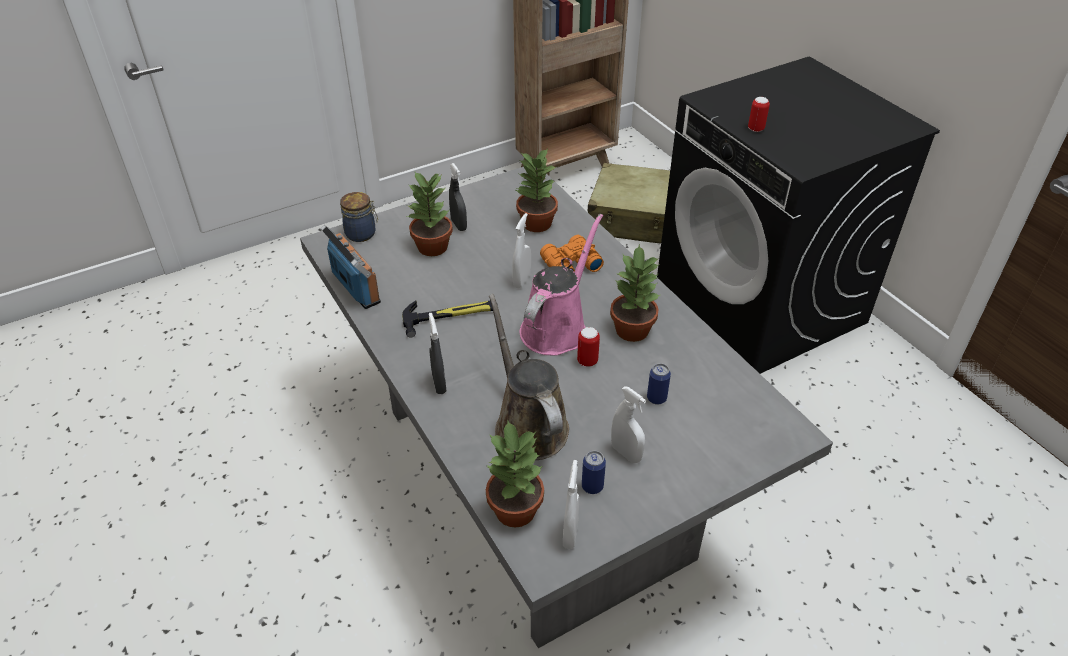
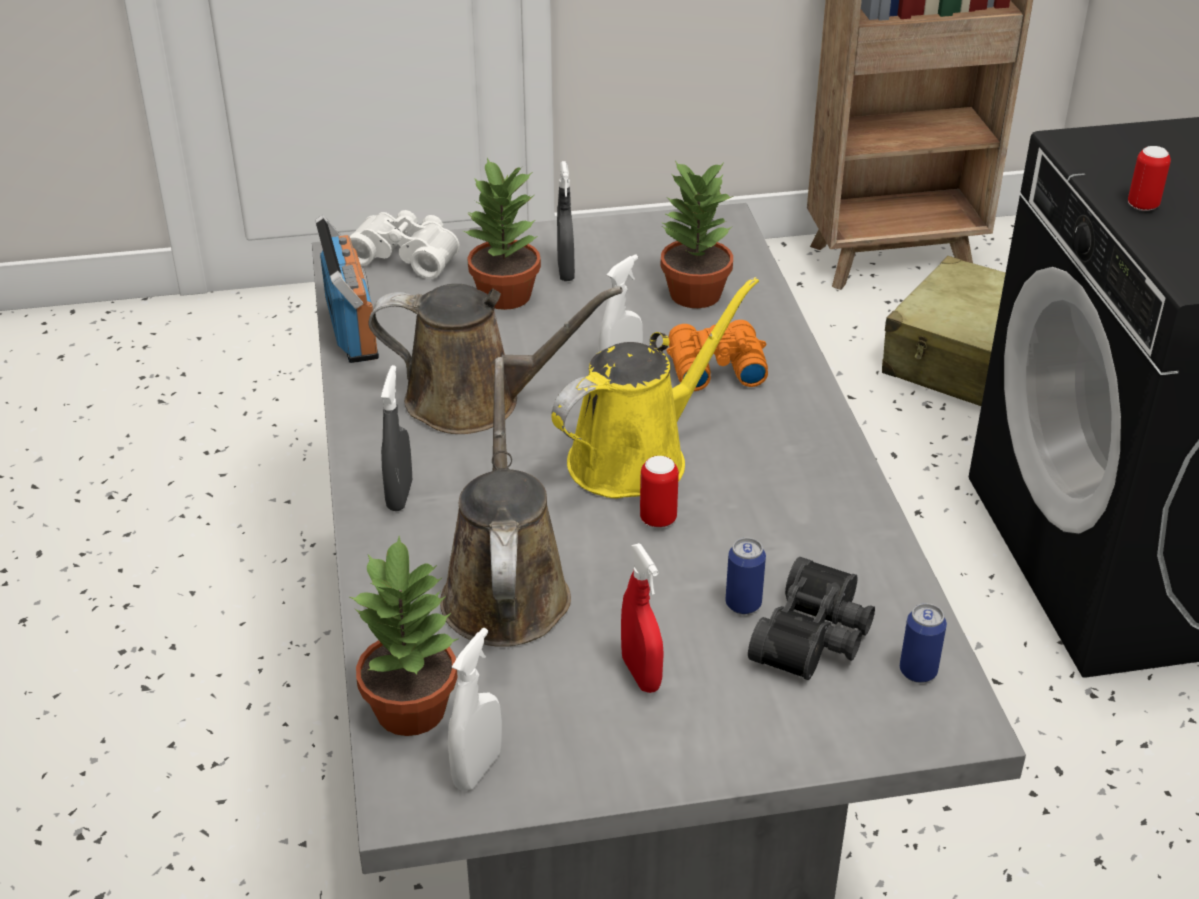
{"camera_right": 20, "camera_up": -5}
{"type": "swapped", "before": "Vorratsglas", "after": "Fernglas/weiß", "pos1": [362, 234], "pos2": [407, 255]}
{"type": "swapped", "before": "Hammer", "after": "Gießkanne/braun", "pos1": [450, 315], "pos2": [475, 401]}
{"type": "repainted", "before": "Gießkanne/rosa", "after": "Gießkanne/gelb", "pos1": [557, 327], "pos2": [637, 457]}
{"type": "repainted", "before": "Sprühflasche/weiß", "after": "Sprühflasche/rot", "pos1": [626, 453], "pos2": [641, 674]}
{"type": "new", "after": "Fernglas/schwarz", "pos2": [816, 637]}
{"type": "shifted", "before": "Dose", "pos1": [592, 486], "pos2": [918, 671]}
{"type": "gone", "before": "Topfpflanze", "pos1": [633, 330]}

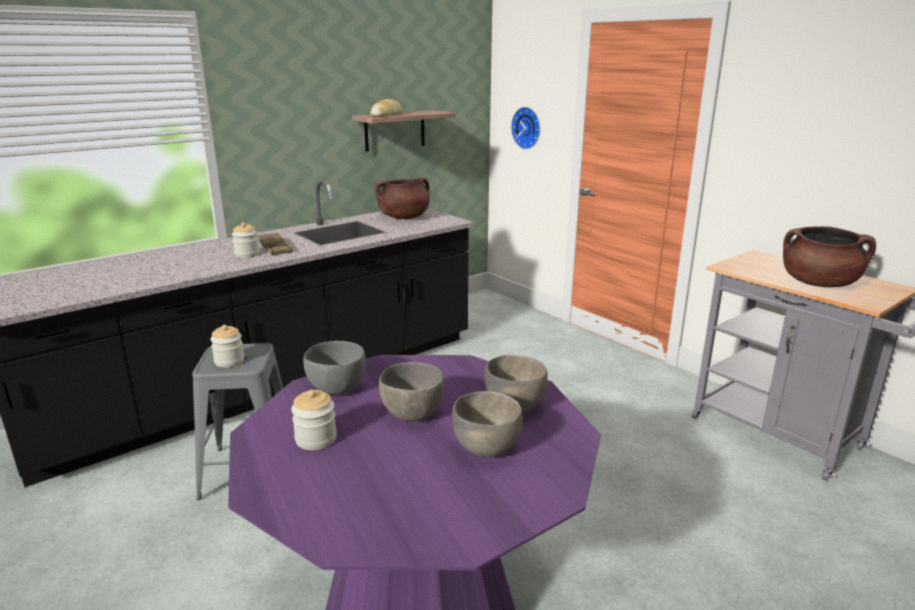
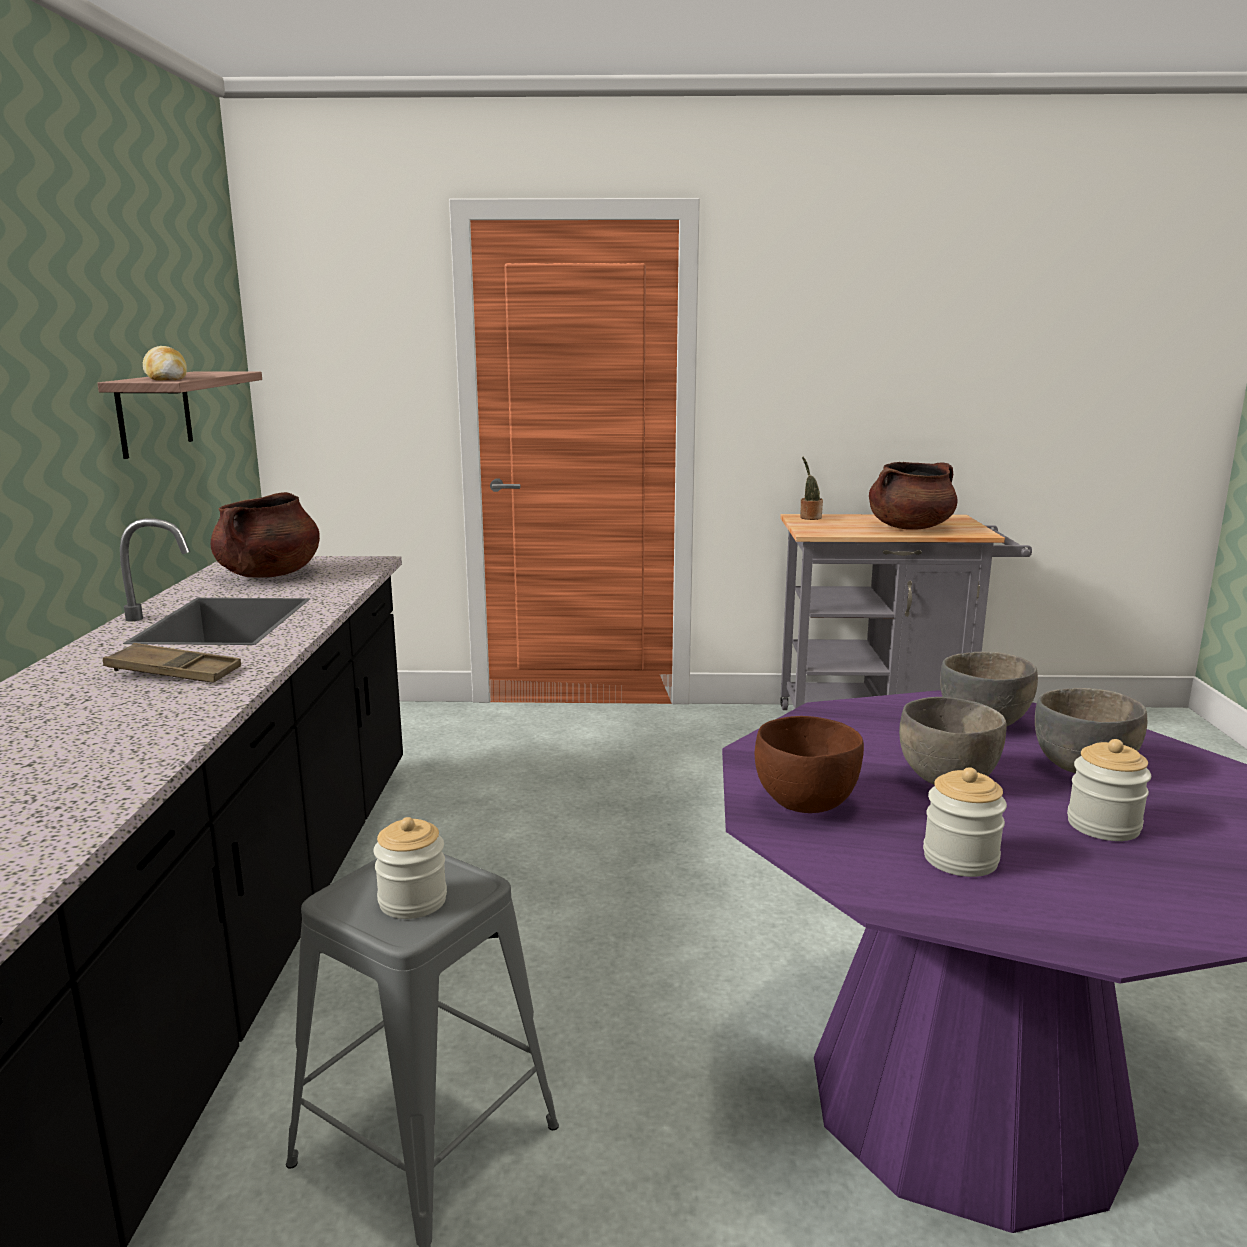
{"camera_right": -50, "camera_up": -5}
{"type": "repainted", "before": "Schüssel/grau", "after": "Schüssel/braun", "pos1": [336, 389], "pos2": [805, 804]}
{"type": "new", "after": "Topfpflanze", "pos2": [809, 517]}
{"type": "shifted", "before": "Vorratsglas", "pos1": [247, 254], "pos2": [1103, 825]}
{"type": "gone", "before": "Wanduhr", "pos1": [527, 128]}

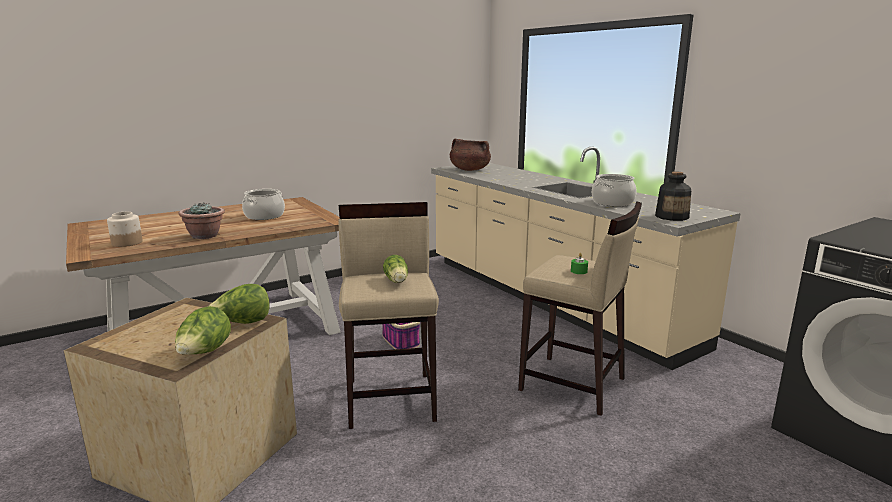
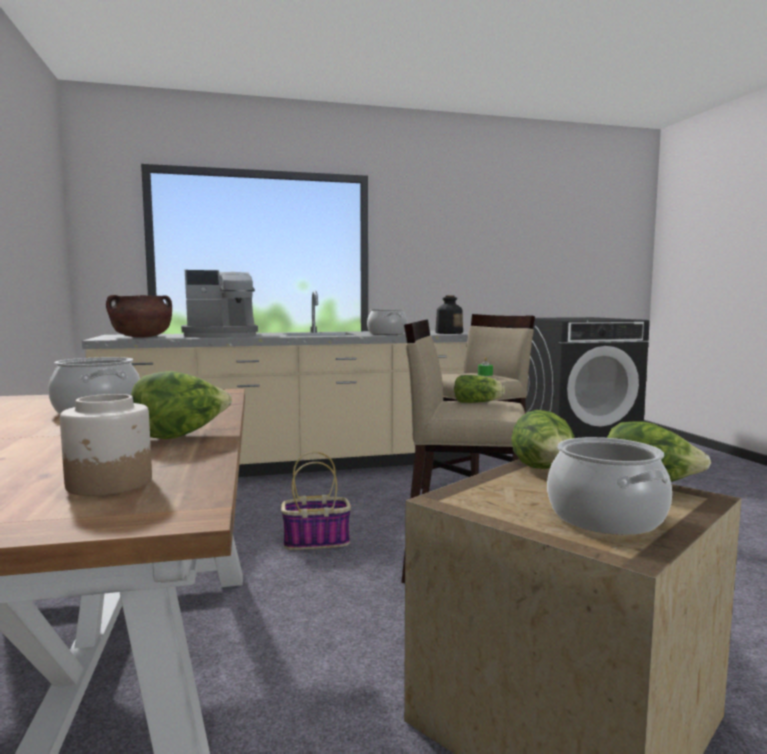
{"camera_right": -70, "camera_up": -10}
{"type": "swapped", "before": "Topfpflanze", "after": "Salatkopf", "pos1": [205, 236], "pos2": [180, 436]}
{"type": "new", "after": "Kaffeemaschine", "pos2": [221, 335]}
{"type": "new", "after": "Kochtopf", "pos2": [606, 517]}

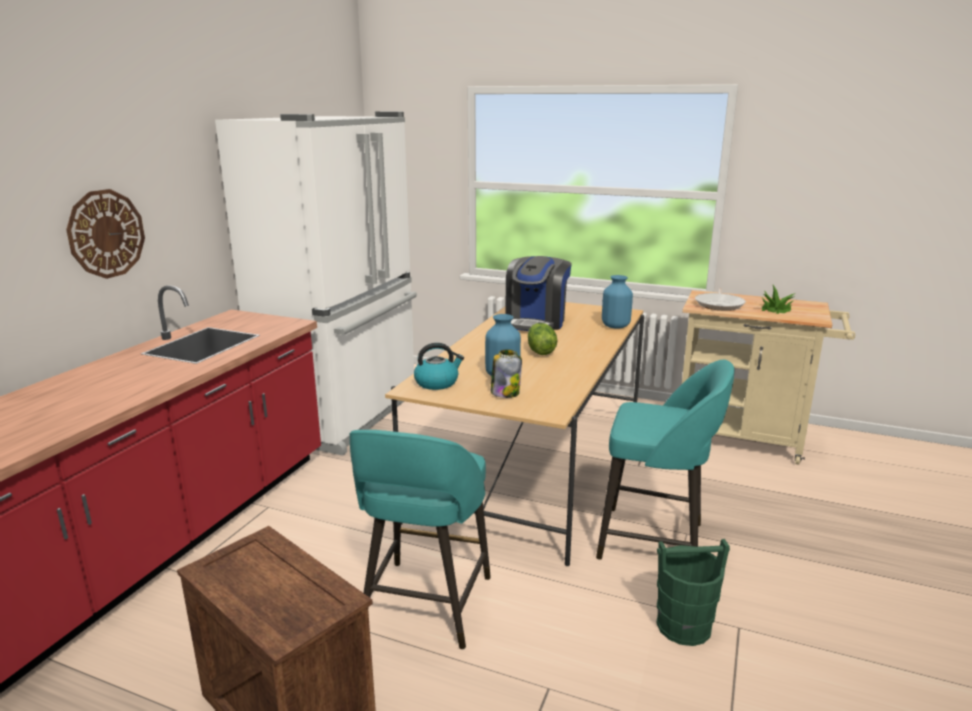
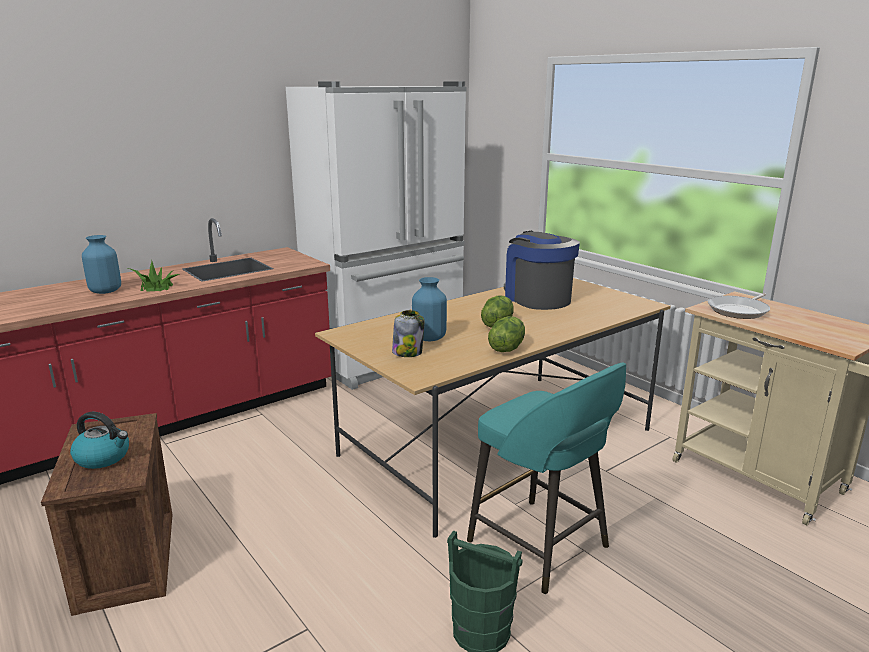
{"camera_right": 30, "camera_up": 0}
{"type": "shifted", "before": "Wasserkessel", "pos1": [437, 383], "pos2": [103, 457]}
{"type": "shifted", "before": "Vase/blau", "pos1": [616, 326], "pos2": [106, 291]}
{"type": "shifted", "before": "Topfpflanze", "pos1": [775, 309], "pos2": [156, 287]}
{"type": "new", "after": "Salatkopf", "pos2": [506, 348]}
{"type": "rotated", "before": "Kaffeemaschine", "pos1": [536, 322], "pos2": [537, 298], "turn": 105}
{"type": "gone", "before": "Wanduhr", "pos1": [106, 234]}
{"type": "gone", "before": "Hocker/türkis", "pos1": [425, 606]}

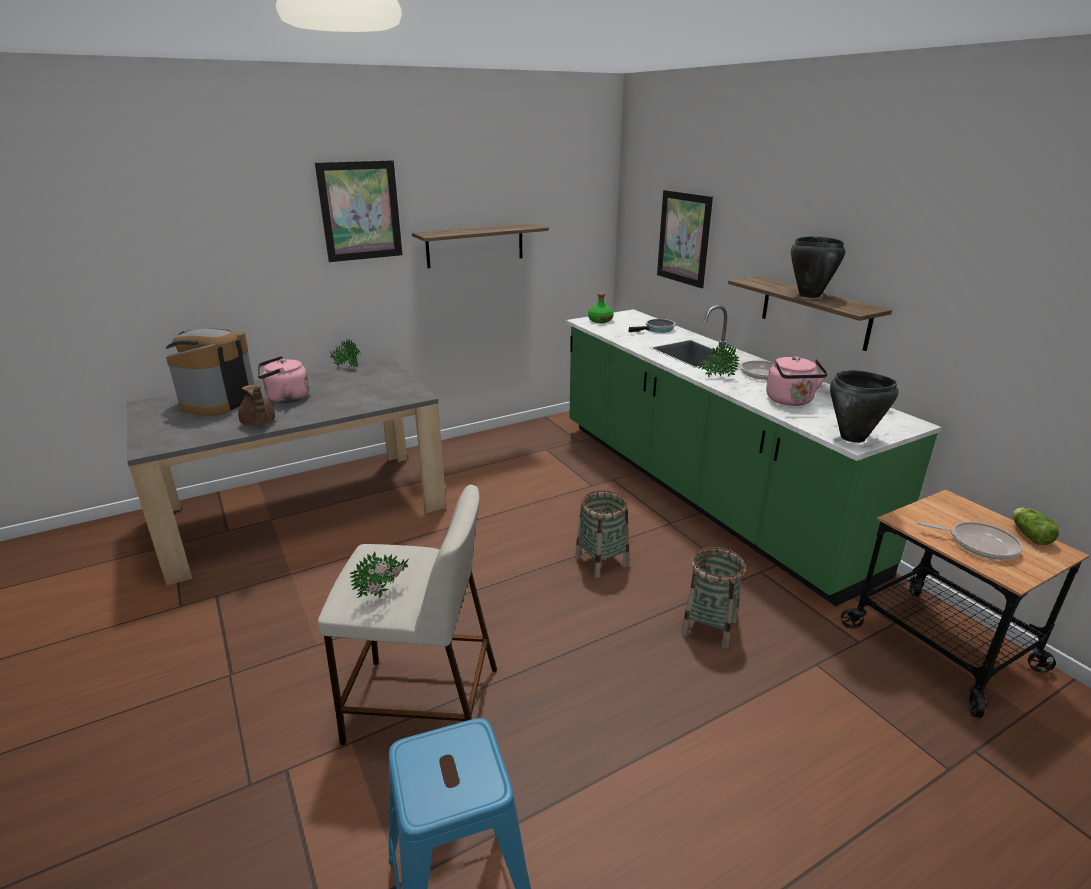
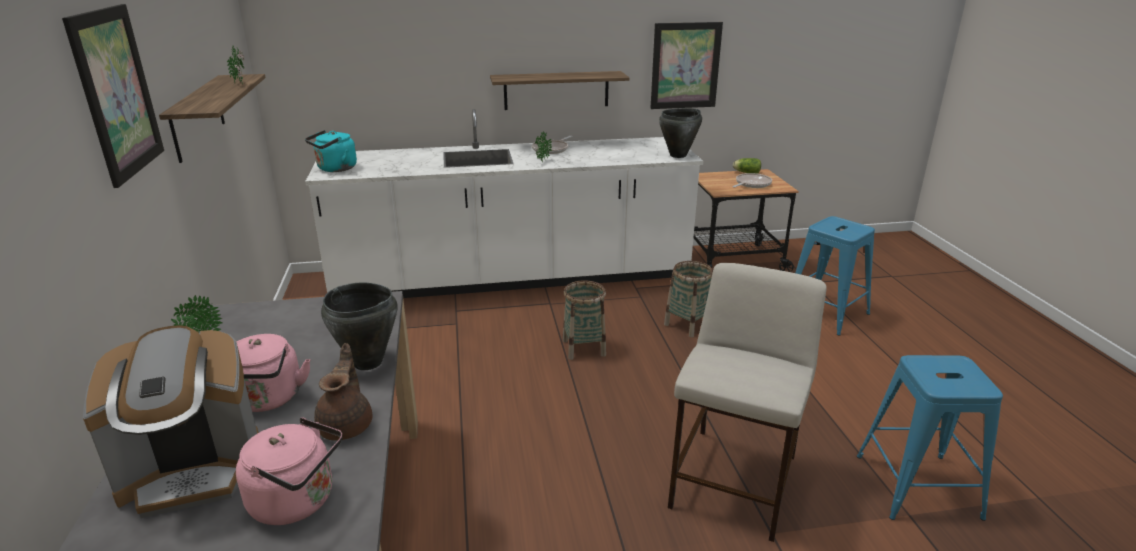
{"camera_right": -70, "camera_up": 0}
{"type": "rotated", "before": "Kaffeemaschine", "pos1": [218, 402], "pos2": [194, 472], "turn": -60}
{"type": "shifted", "before": "Topfpflanze", "pos1": [384, 593], "pos2": [239, 83]}
{"type": "shifted", "before": "Wasserkessel/rosa", "pos1": [791, 401], "pos2": [298, 501]}
{"type": "repainted", "before": "Küchenzeile/grün", "after": "Küchenzeile/weiß", "pos1": [699, 491], "pos2": [513, 278]}
{"type": "swapped", "before": "Flasche/grün", "after": "Wasserkessel/türkis", "pos1": [600, 320], "pos2": [335, 169]}
{"type": "rotated", "before": "Teekanne/braun", "pos1": [258, 423], "pos2": [347, 425], "turn": -75}
{"type": "shifted", "before": "Kochtopf/schwarz", "pos1": [809, 295], "pos2": [367, 363]}
{"type": "shifted", "before": "Bild", "pos1": [684, 238], "pos2": [685, 66]}
{"type": "new", "after": "Hocker/blau", "pos2": [826, 313]}
{"type": "gone", "before": "Pfanne", "pos1": [657, 329]}

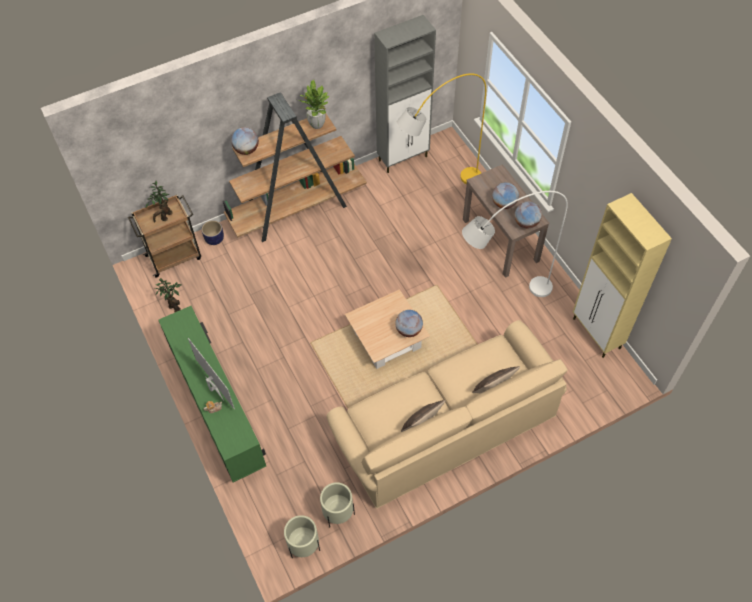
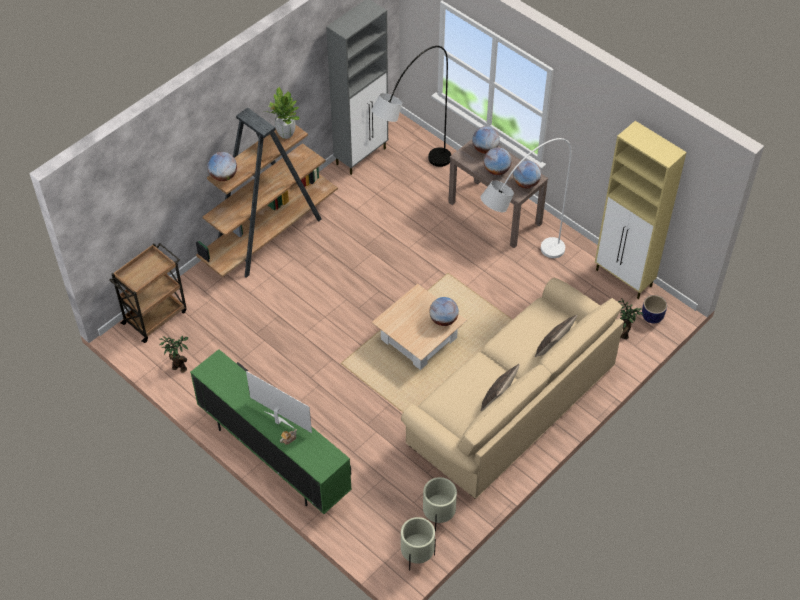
{"camera_right": -20, "camera_up": -5}
{"type": "repainted", "before": "Stehlampe/gelb", "after": "Stehlampe/grau", "pos1": [437, 193], "pos2": [411, 183]}
{"type": "new", "after": "Globus", "pos2": [485, 149]}
{"type": "shifted", "before": "Topfpflanze", "pos1": [164, 217], "pos2": [623, 335]}
{"type": "shifted", "before": "Pflanzkübel", "pos1": [214, 239], "pos2": [652, 317]}

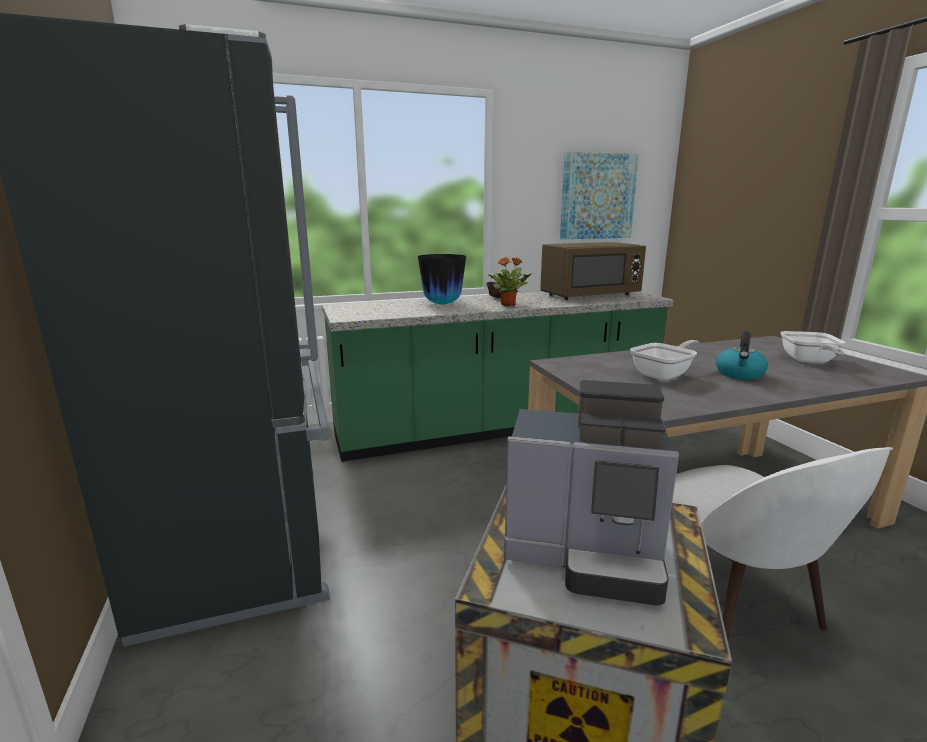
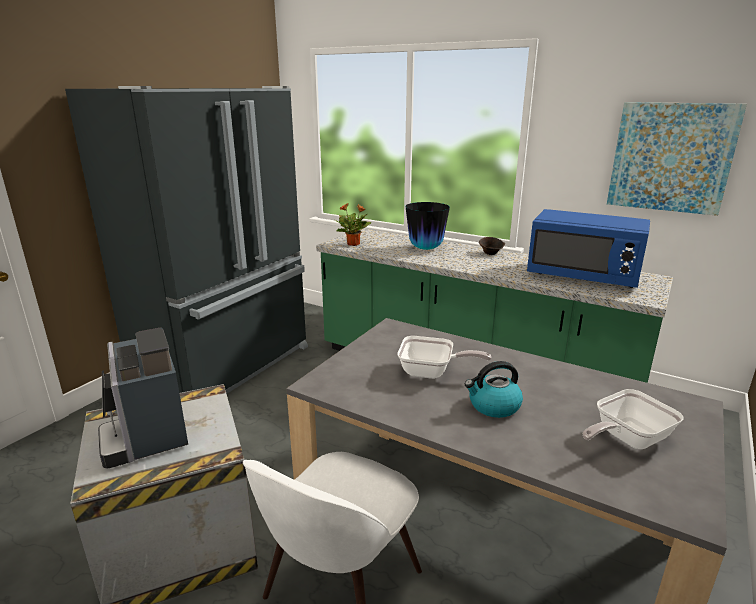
{"camera_right": 50, "camera_up": 5}
{"type": "shifted", "before": "Topfpflanze", "pos1": [508, 305], "pos2": [354, 244]}
{"type": "repainted", "before": "Mikrowelle/braun", "after": "Mikrowelle/blau", "pos1": [589, 295], "pos2": [583, 276]}

